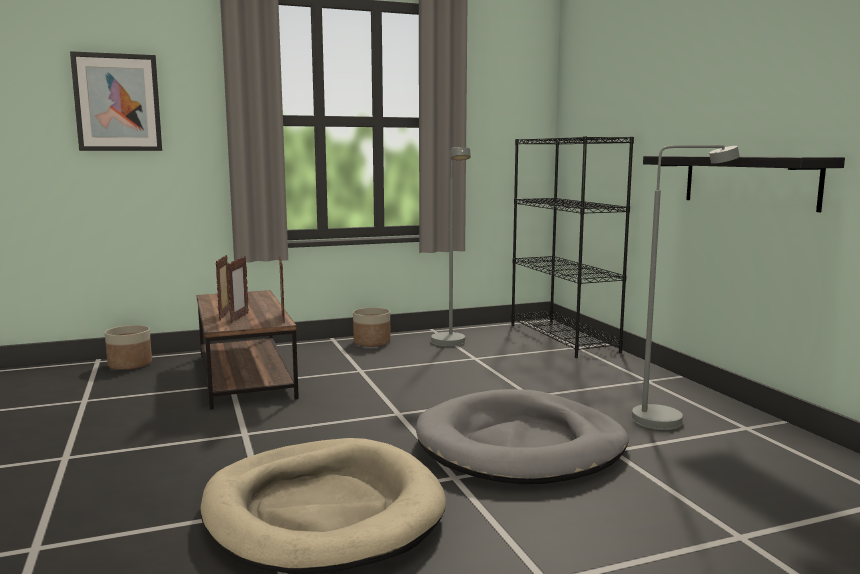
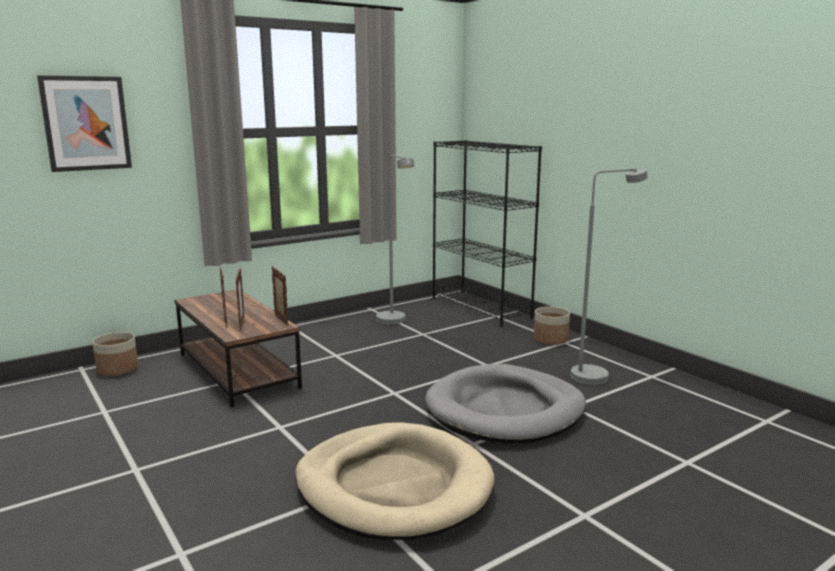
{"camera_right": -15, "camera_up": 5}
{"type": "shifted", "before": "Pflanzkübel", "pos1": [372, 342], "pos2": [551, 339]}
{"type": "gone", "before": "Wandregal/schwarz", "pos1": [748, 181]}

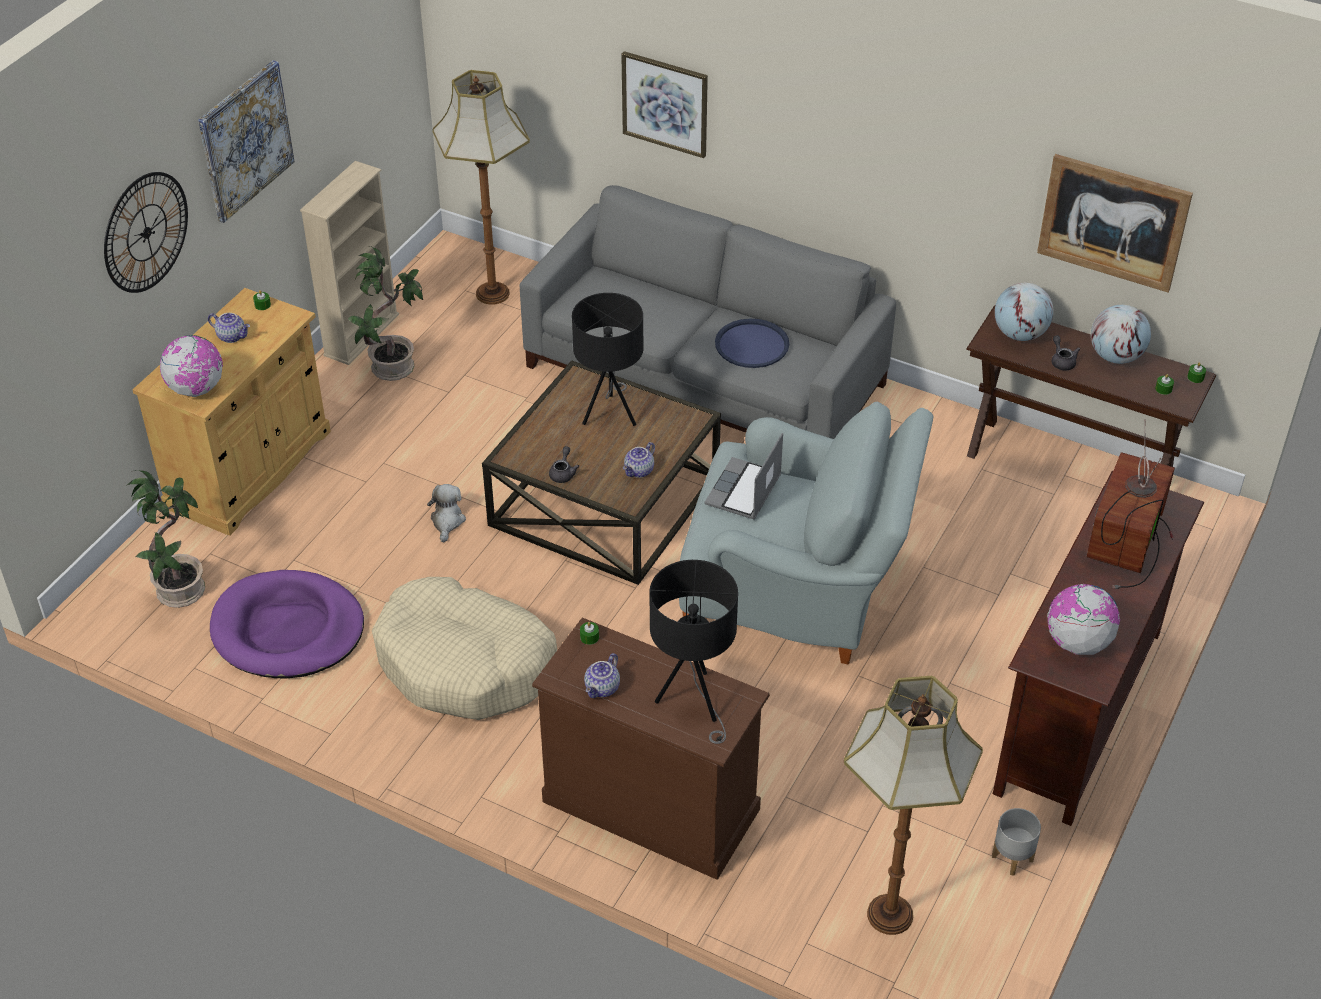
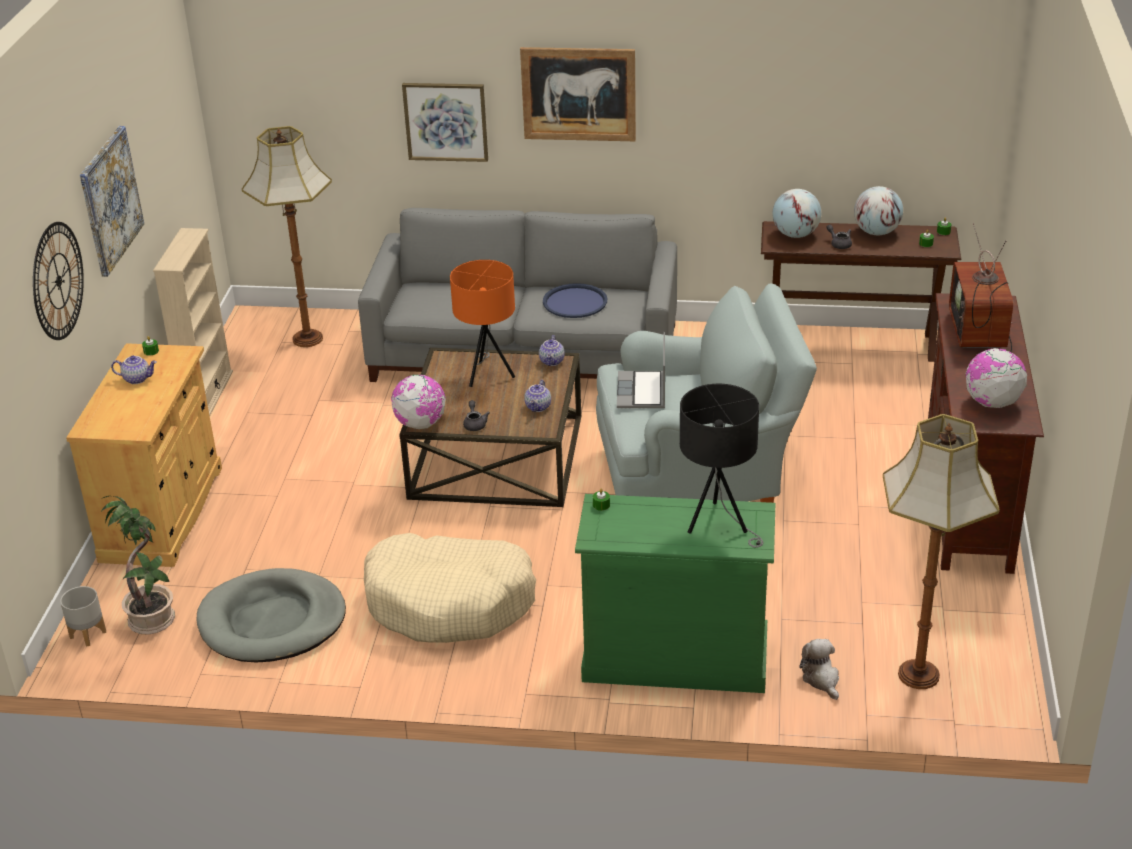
{"camera_right": -20, "camera_up": -10}
{"type": "shifted", "before": "Pflanzkübel/grau", "pos1": [1011, 858], "pos2": [87, 635]}
{"type": "repainted", "before": "Hundebett/lila", "after": "Hundebett/grau", "pos1": [288, 630], "pos2": [272, 621]}
{"type": "shifted", "before": "Globus", "pos1": [197, 389], "pos2": [421, 424]}
{"type": "repainted", "before": "Tischlampe/schwarz", "after": "Tischlampe/orange", "pos1": [610, 413], "pos2": [488, 374]}
{"type": "shifted", "before": "Bild", "pos1": [1113, 222], "pos2": [578, 94]}
{"type": "shifted", "before": "Teekanne", "pos1": [603, 688], "pos2": [552, 361]}
{"type": "repainted", "before": "Kommode/braun", "after": "Kommode/grün", "pos1": [651, 805], "pos2": [675, 657]}
{"type": "shifted", "before": "Plüschtier", "pos1": [447, 521], "pos2": [821, 679]}
{"type": "gone", "before": "Topfpflanze", "pos1": [393, 368]}

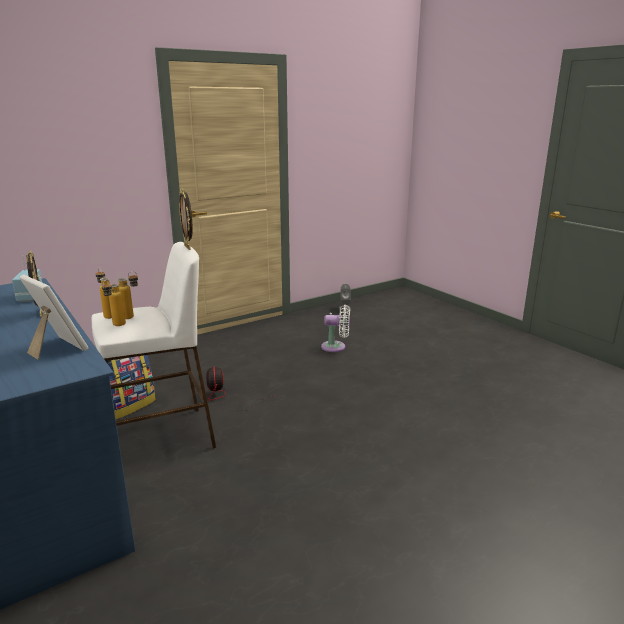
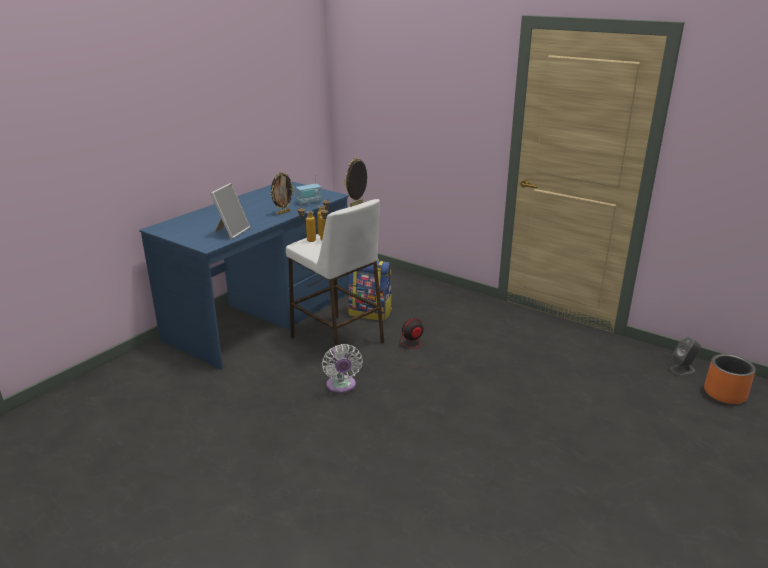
{"camera_right": 70, "camera_up": 5}
{"type": "shifted", "before": "Ventilator/weiß", "pos1": [336, 347], "pos2": [341, 386]}
{"type": "new", "after": "Pflanzkübel/orange", "pos2": [725, 393]}

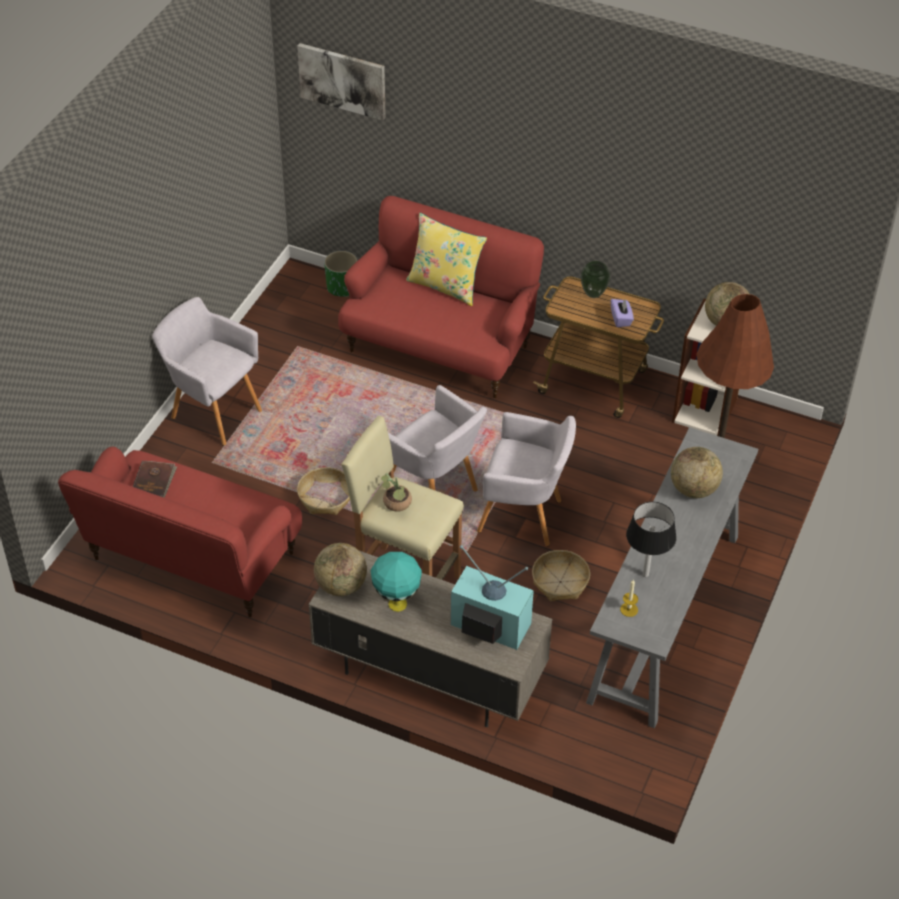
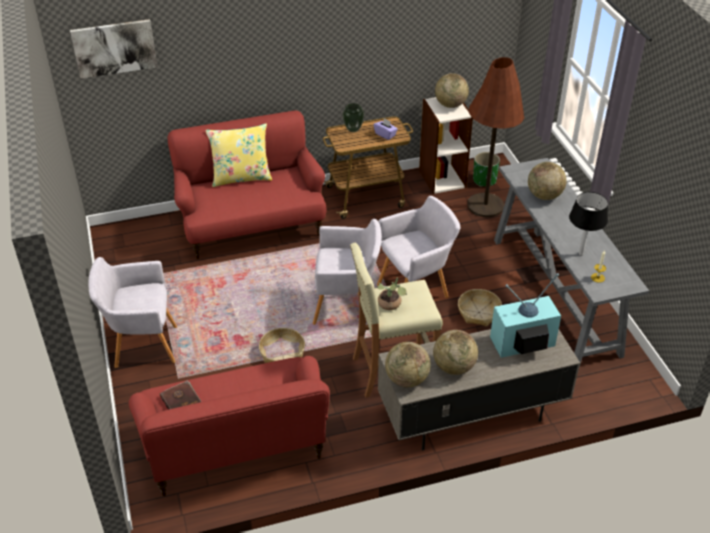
{"camera_right": -40, "camera_up": -5}
{"type": "swapped", "before": "Tischlampe/türkis", "after": "Globus", "pos1": [396, 603], "pos2": [454, 367]}
{"type": "shifted", "before": "Pflanzkübel/grün", "pos1": [342, 287], "pos2": [484, 180]}

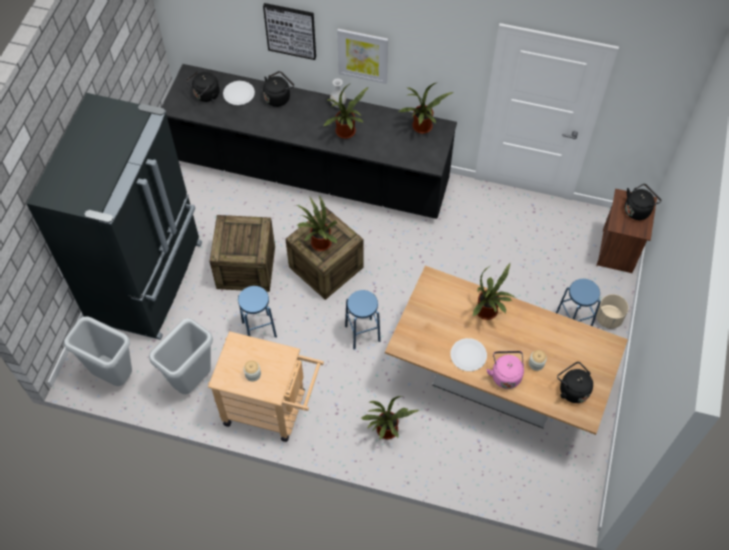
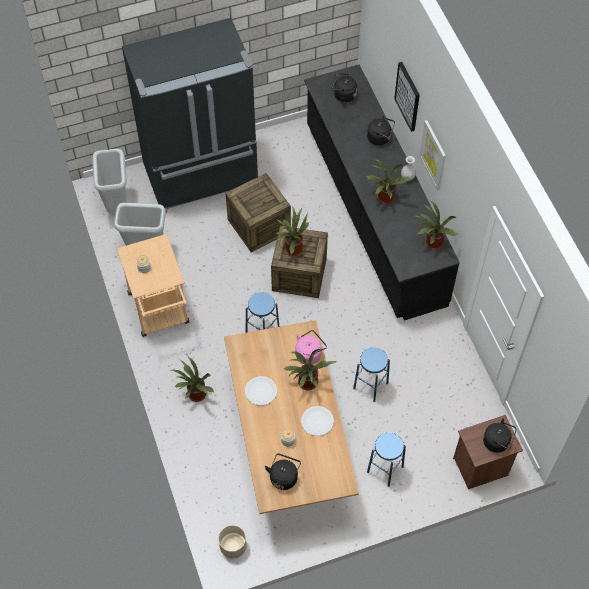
{"camera_right": 55, "camera_up": 0}
{"type": "shifted", "before": "Pflanzkübel/beige", "pos1": [608, 318], "pos2": [233, 546]}
{"type": "shifted", "before": "Wasserkessel/rosa", "pos1": [505, 375], "pos2": [309, 353]}
{"type": "shifted", "before": "Teller/weiß", "pos1": [239, 94], "pos2": [317, 421]}
{"type": "shifted", "before": "Hocker/blau", "pos1": [259, 329], "pos2": [370, 386]}

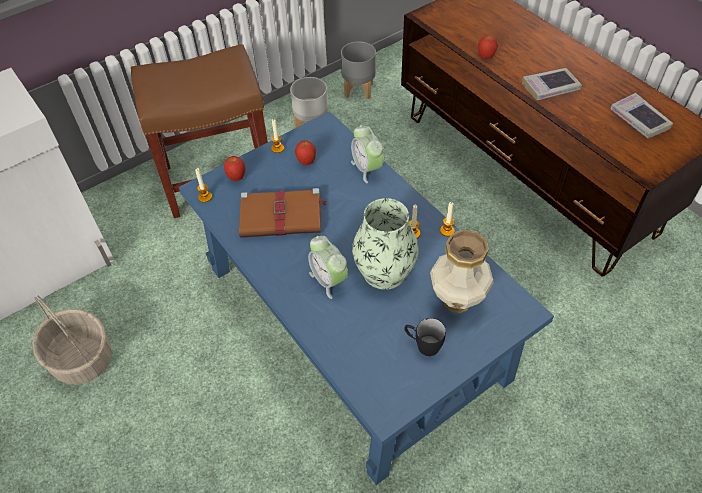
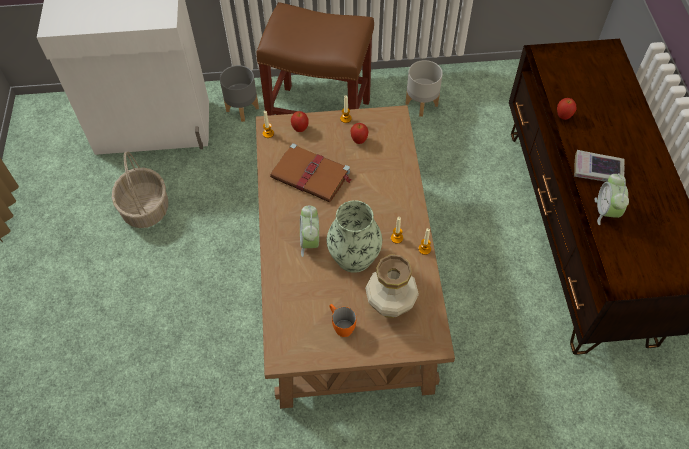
{"camera_right": 30, "camera_up": 5}
{"type": "shifted", "before": "Pflanzkübel/grau", "pos1": [359, 89], "pos2": [243, 108]}
{"type": "repainted", "before": "Couchtisch/blau", "after": "Couchtisch/braun", "pos1": [355, 322], "pos2": [346, 283]}
{"type": "repainted", "before": "Henkelbecher/schwarz", "after": "Henkelbecher/orange", "pos1": [423, 345], "pos2": [341, 325]}
{"type": "shifted", "before": "Wecker", "pos1": [367, 168], "pos2": [606, 211]}
{"type": "gone", "before": "Buch", "pos1": [639, 120]}

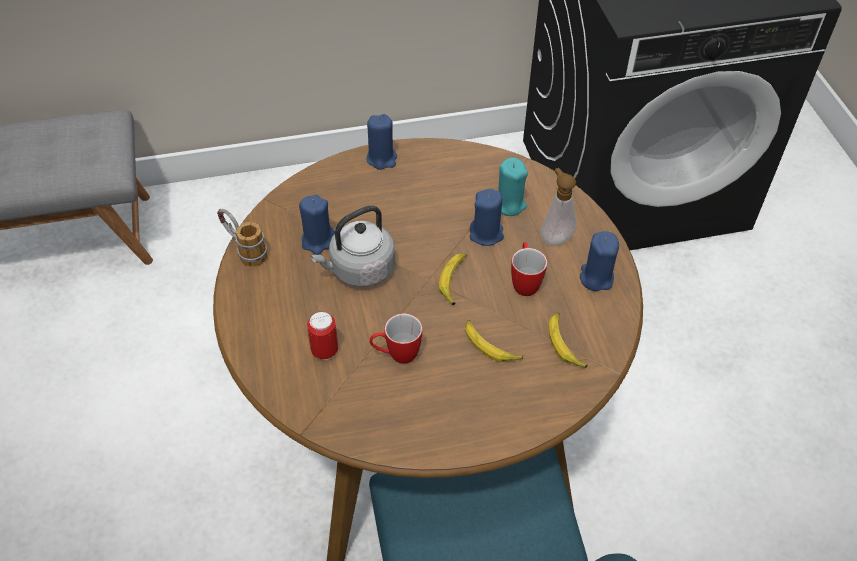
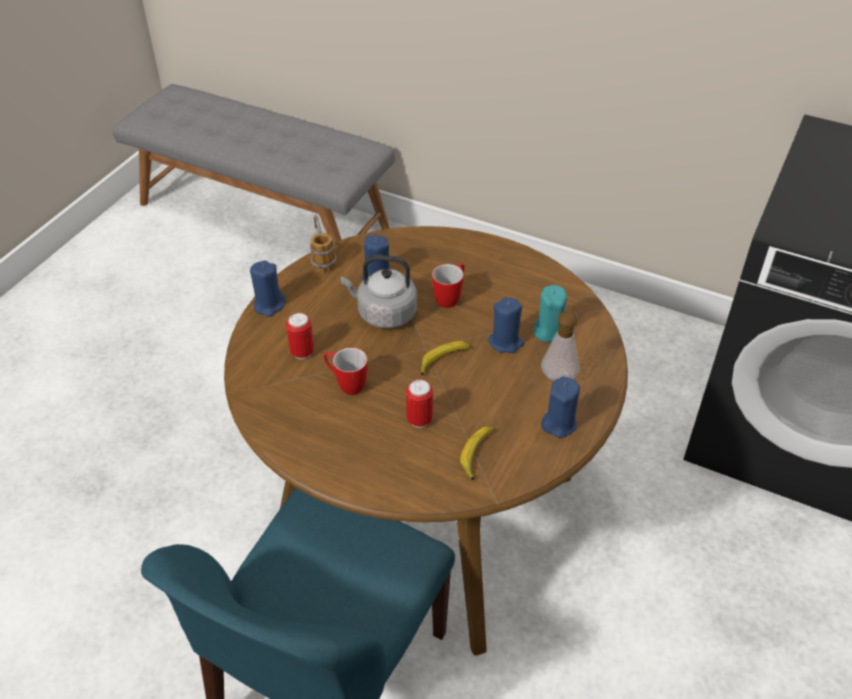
{"camera_right": 40, "camera_up": -5}
{"type": "shifted", "before": "Kerze/blau", "pos1": [382, 159], "pos2": [269, 305]}
{"type": "swapped", "before": "Banane", "after": "Dose", "pos1": [490, 345], "pos2": [419, 420]}
{"type": "shifted", "before": "Henkelbecher", "pos1": [524, 282], "pos2": [450, 297]}

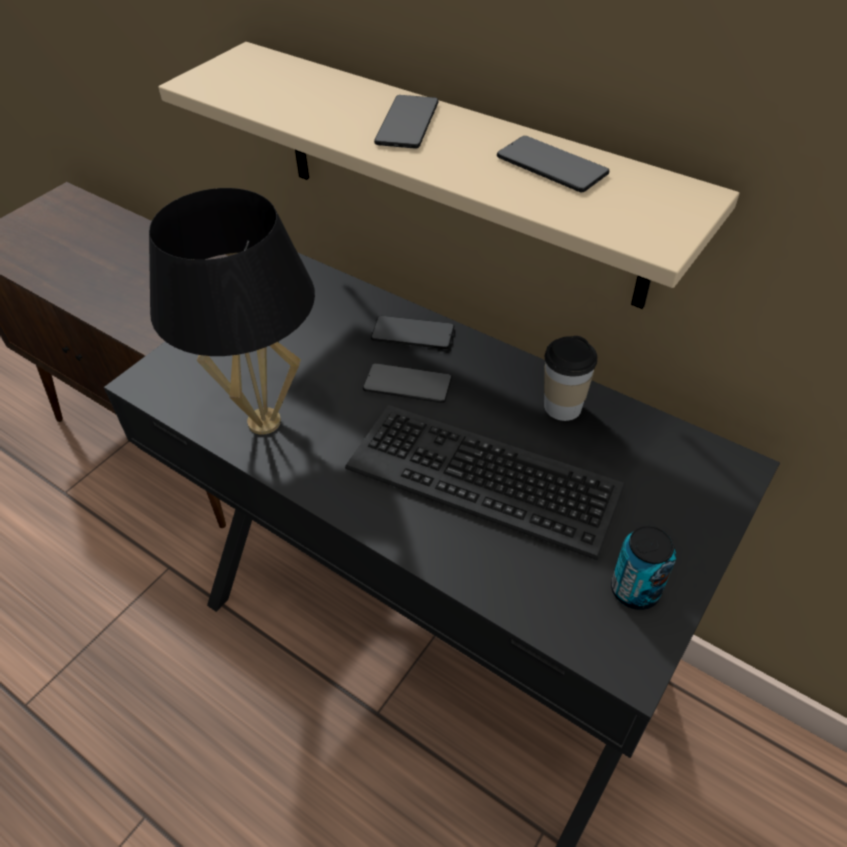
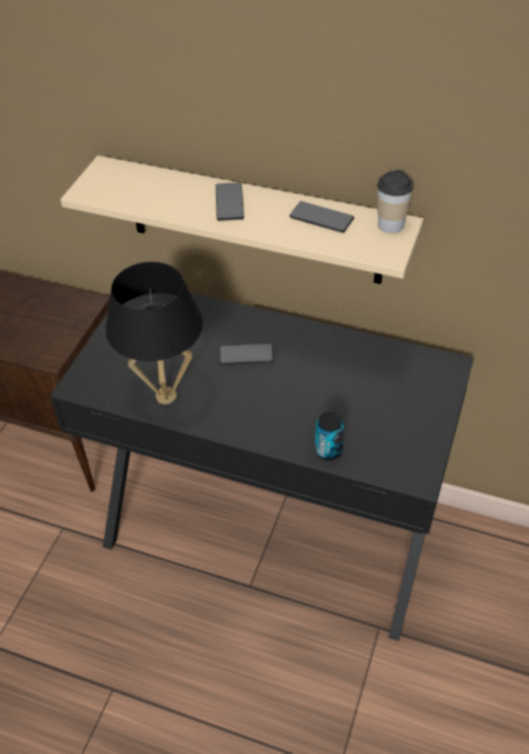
{"camera_right": -15, "camera_up": 0}
{"type": "shifted", "before": "Dose", "pos1": [635, 590], "pos2": [328, 451]}
{"type": "shifted", "before": "Tasse", "pos1": [562, 407], "pos2": [390, 225]}
{"type": "gone", "before": "Tastatur", "pos1": [484, 477]}
{"type": "gone", "before": "Handy", "pos1": [412, 334]}

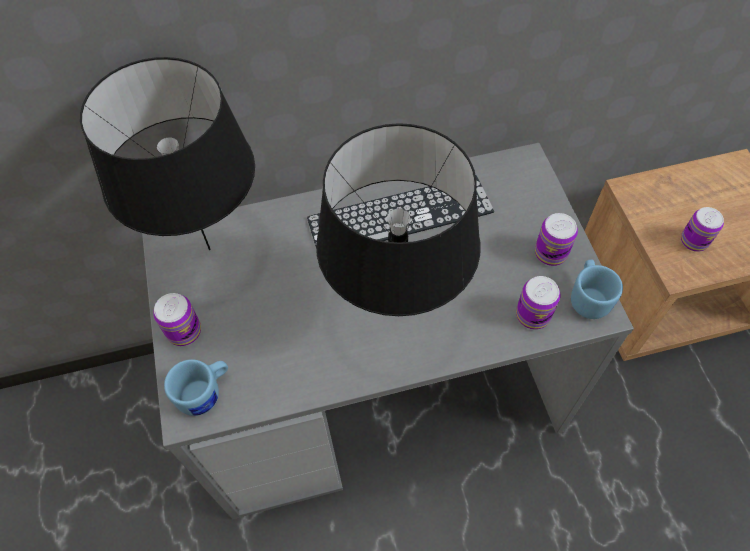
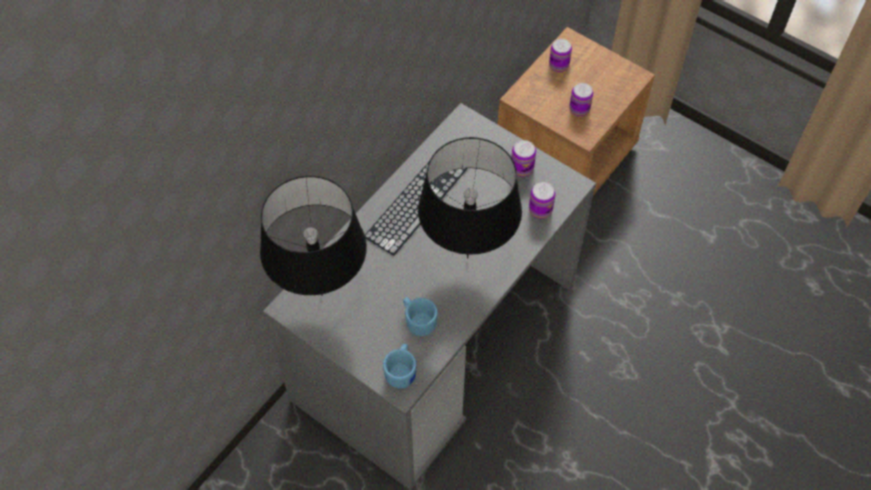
{"camera_right": -40, "camera_up": 0}
{"type": "shifted", "before": "Henkelbecher/blau", "pos1": [589, 297], "pos2": [418, 321]}
{"type": "shifted", "before": "Dose", "pos1": [184, 331], "pos2": [558, 65]}

